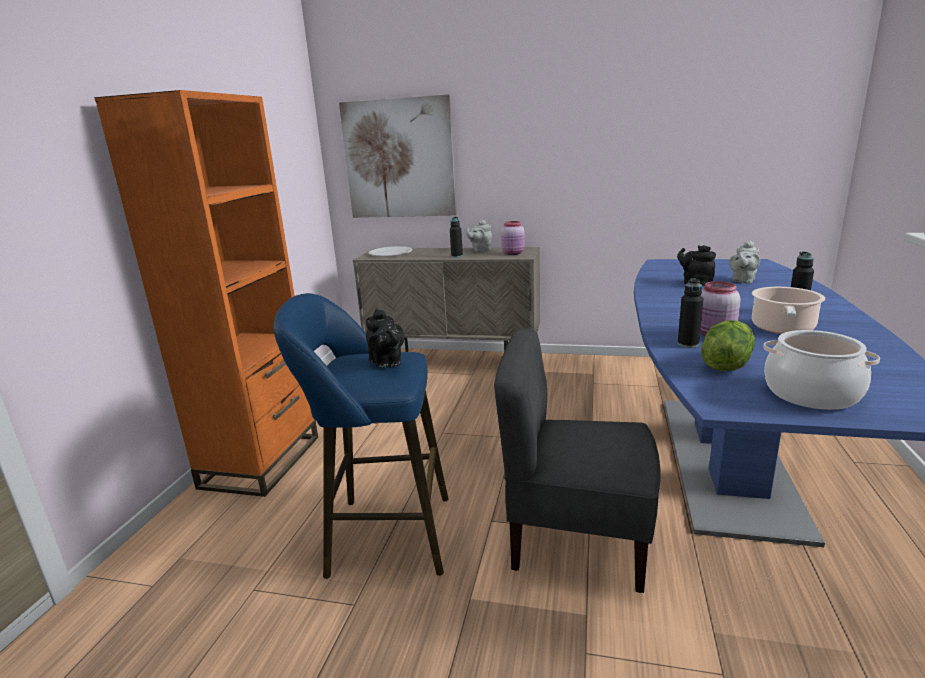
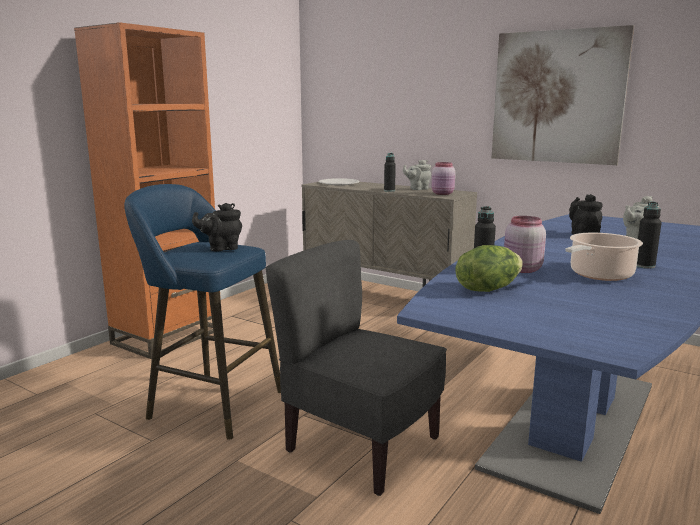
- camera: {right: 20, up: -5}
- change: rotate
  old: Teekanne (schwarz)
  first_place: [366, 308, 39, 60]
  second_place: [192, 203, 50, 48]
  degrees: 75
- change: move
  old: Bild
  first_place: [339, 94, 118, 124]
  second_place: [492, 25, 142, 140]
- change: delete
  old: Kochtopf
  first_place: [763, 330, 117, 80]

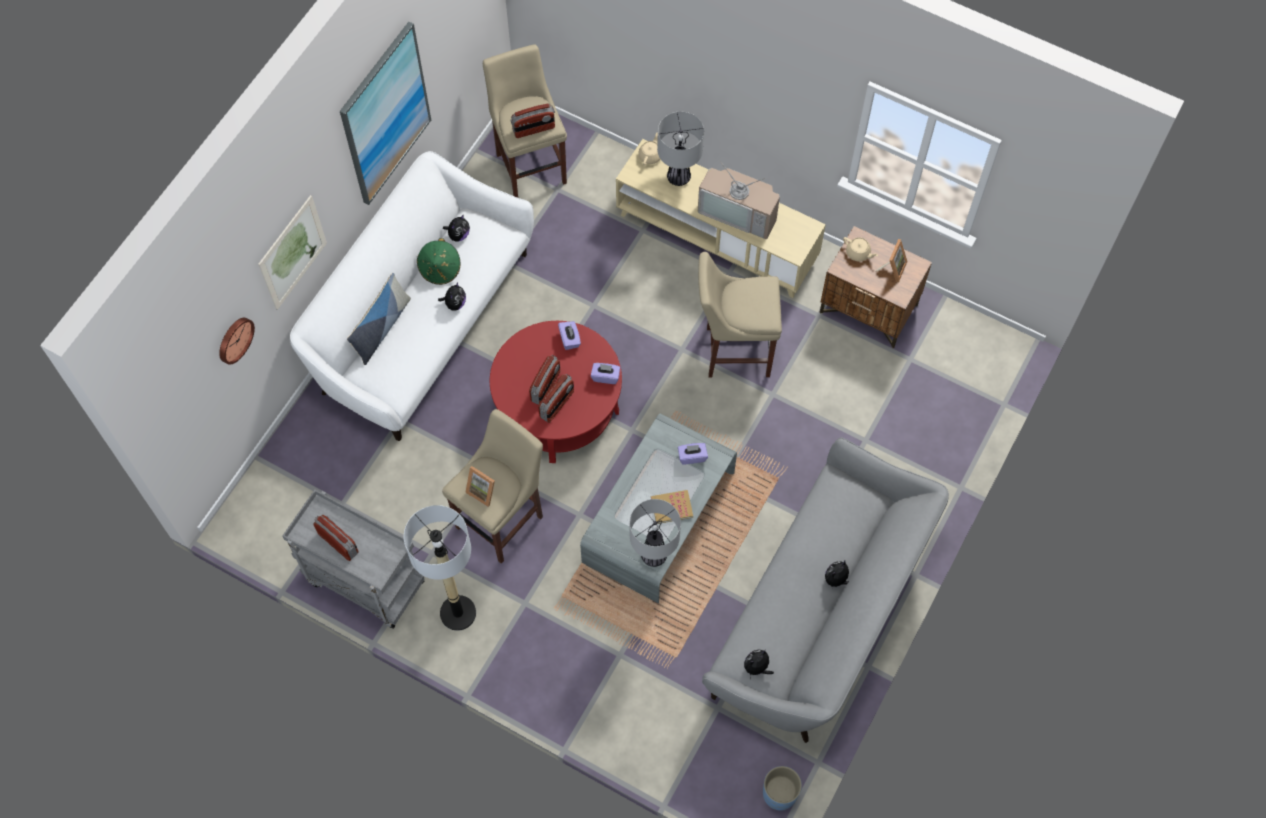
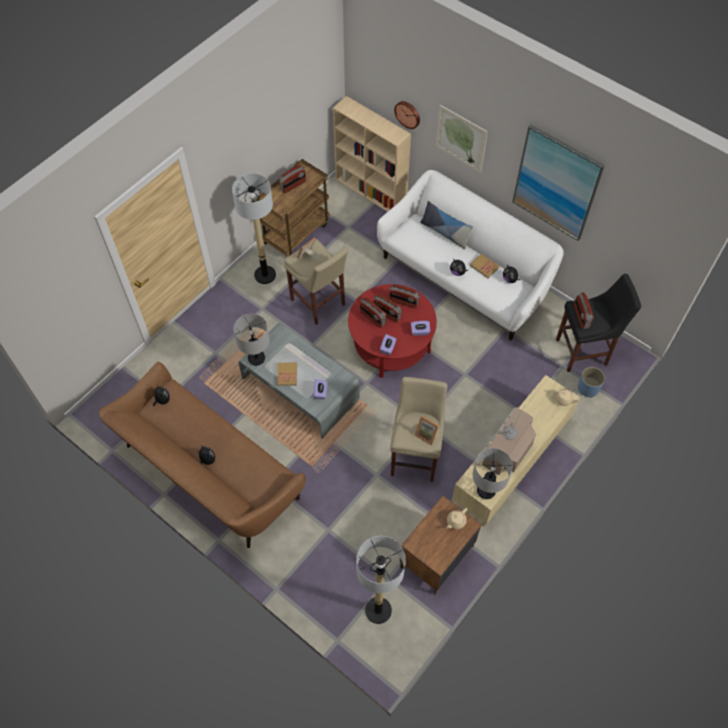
- camera: {right: 100, up: -5}
- change: recolor
  old: Sofa (grau)
  new: Sofa (braun)
  first_place: [702, 437, 247, 306]
  second_place: [99, 362, 207, 186]
- change: recolor
  old: Rollwagen (grau)
  new: Rollwagen (braun)
  first_place: [283, 490, 142, 139]
  second_place: [256, 159, 74, 98]
- change: insert
  new: Bücherregal (beige)
  second_place: [333, 96, 78, 116]
- change: insert
  new: Stehlampe
  second_place: [356, 536, 50, 88]
- change: insert
  new: Radio
  second_place: [389, 284, 31, 25]
- change: move
  old: Bilderrahmen
  first_place: [876, 239, 32, 43]
  second_place: [415, 416, 24, 30]
- change: replace
  old: Hut (grün)
  new: Buch
  first_place: [417, 238, 44, 47]
  second_place: [470, 254, 30, 24]
- change: move
  old: Tischlampe
  first_place: [657, 111, 47, 75]
  second_place: [472, 448, 41, 51]
- change: recolor
  old: Hocker (beige)
  new: Hocker (schwarz)
  first_place: [483, 44, 84, 154]
  second_place: [556, 274, 85, 98]
- change: move
  old: Pflanzkübel (blau)
  first_place: [763, 766, 39, 45]
  second_place: [578, 367, 27, 31]

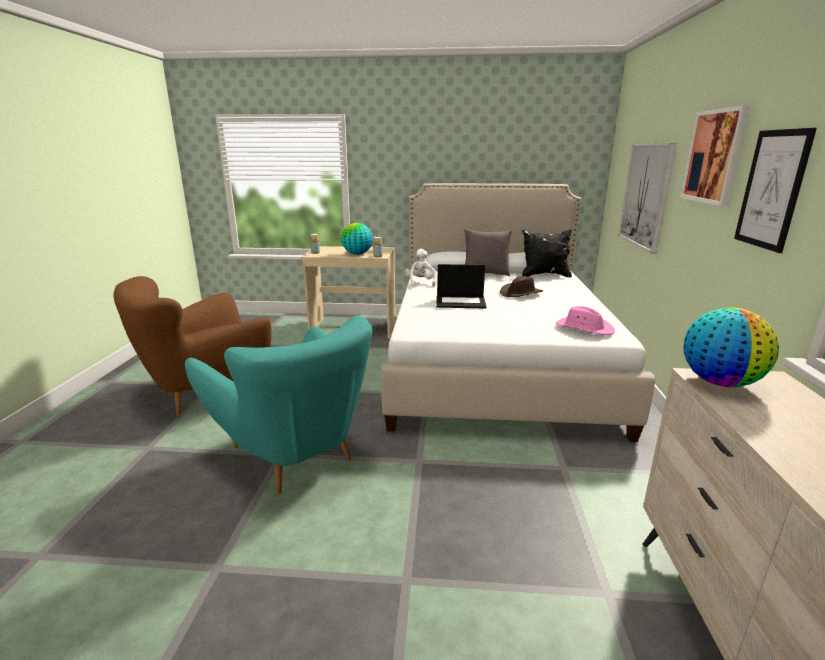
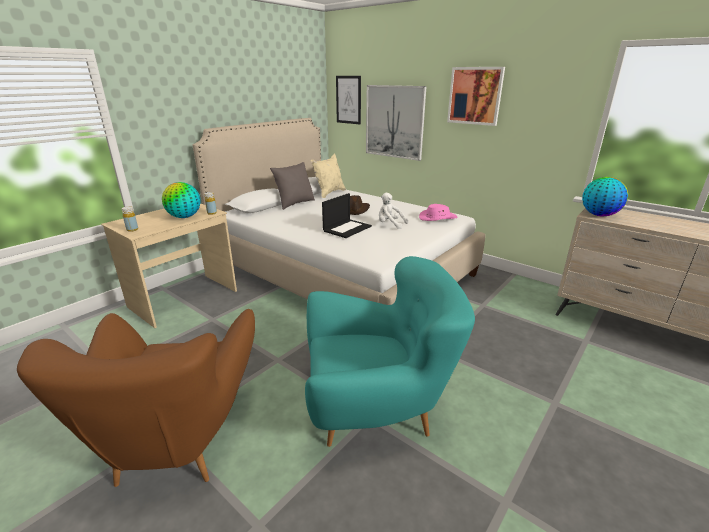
- camera: {right: -55, up: 5}
- change: recolor
  old: Kissen (schwarz)
  new: Kissen (beige)
  first_place: [522, 229, 50, 49]
  second_place: [311, 153, 35, 45]
- change: move
  old: Bild
  first_place: [734, 128, 83, 125]
  second_place: [336, 76, 25, 48]
- change: move
  old: Plüschtier (weiß)
  first_place: [405, 249, 32, 38]
  second_place: [379, 193, 30, 36]

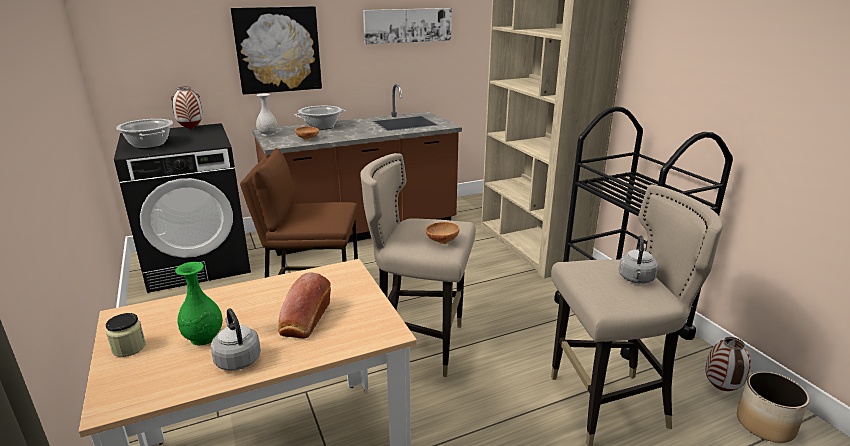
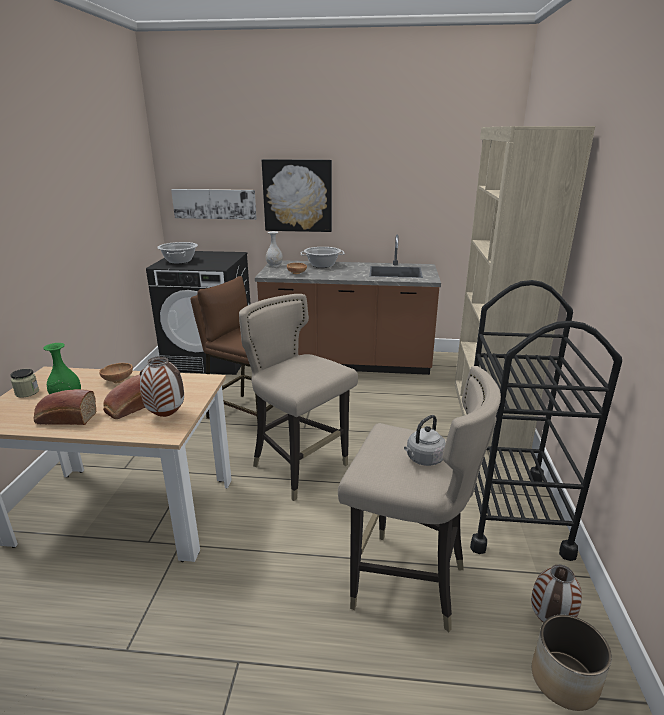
- camera: {right: 30, up: 0}
- change: replace
  old: Wasserkessel (grau)
  new: Brot
  first_place: [211, 308, 50, 63]
  second_place: [34, 389, 62, 36]
- change: move
  old: Schüssel (braun)
  first_place: [426, 222, 33, 22]
  second_place: [99, 363, 34, 20]
- change: move
  old: Vase
  first_place: [171, 87, 32, 42]
  second_place: [140, 356, 44, 61]
- change: move
  old: Bild
  first_place: [363, 8, 89, 36]
  second_place: [171, 189, 86, 31]

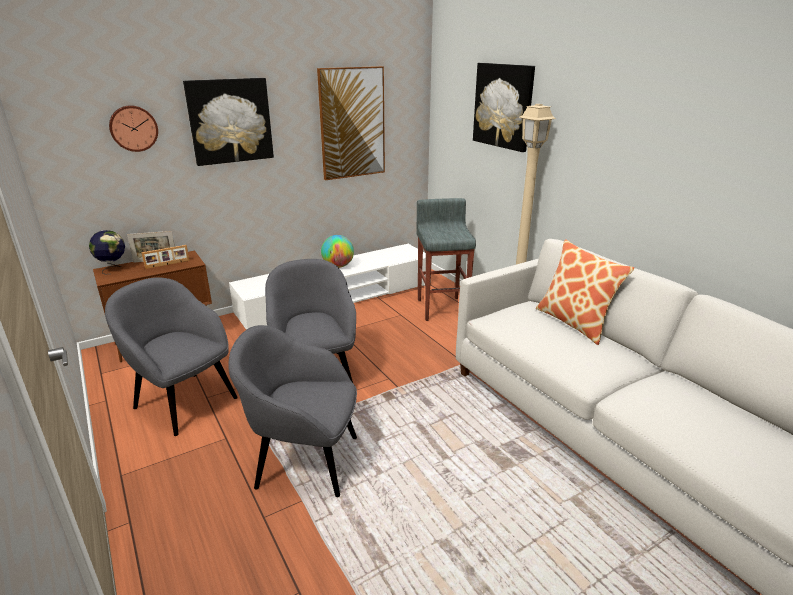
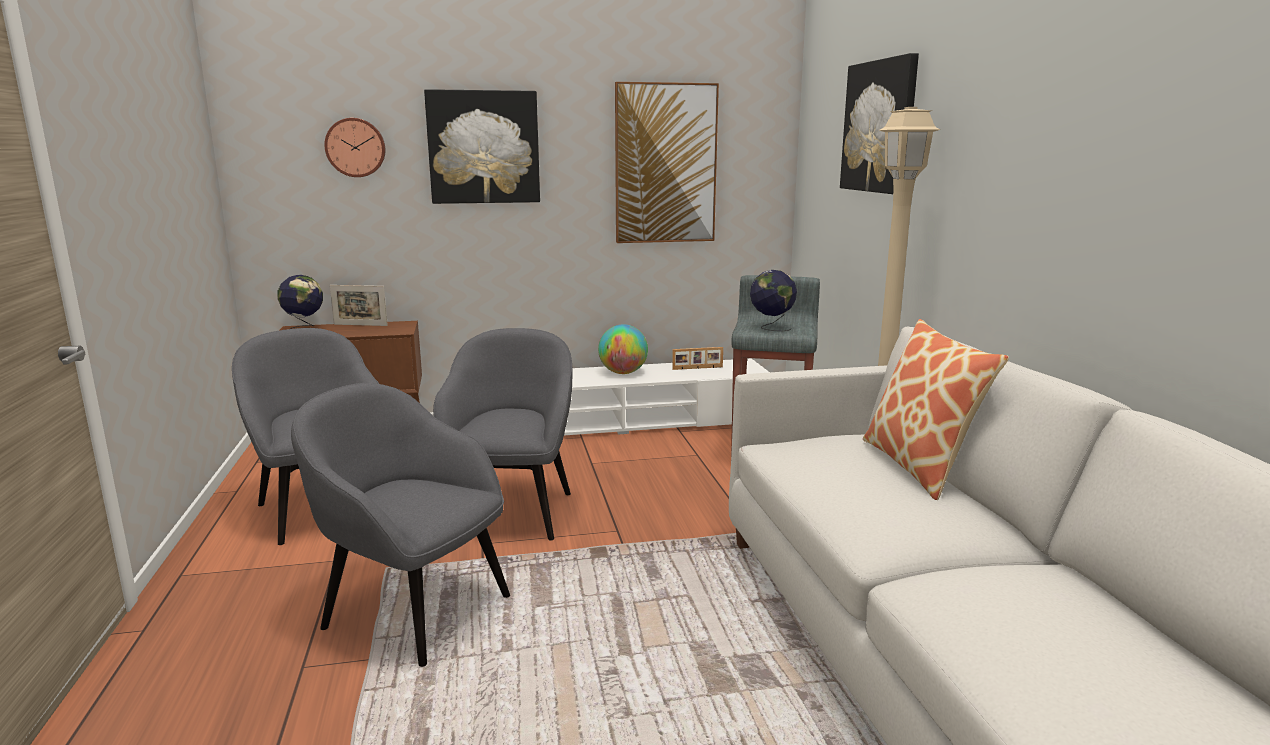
- camera: {right: 20, up: -10}
- change: move
  old: Bilderrahmen
  first_place: [141, 245, 49, 24]
  second_place: [672, 347, 51, 23]
- change: insert
  new: Globus
  second_place: [750, 270, 47, 61]

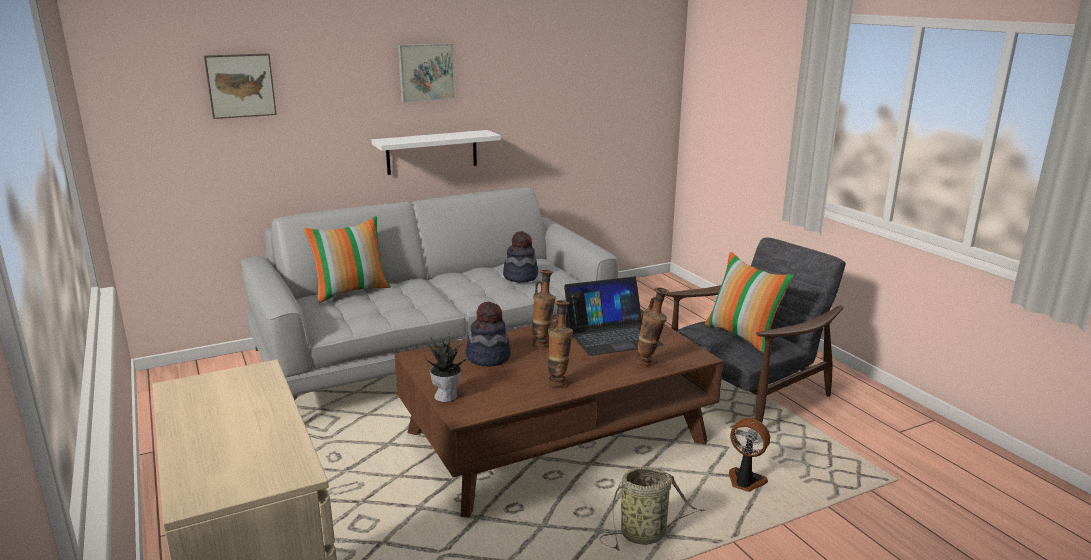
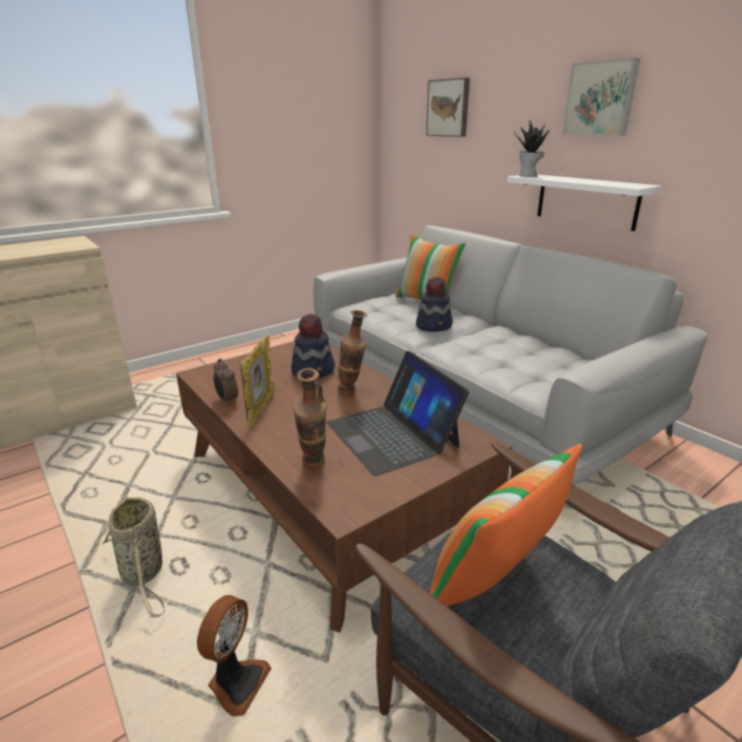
- camera: {right: 80, up: 5}
- change: insert
  new: Wecker
  second_place: [213, 358, 25, 47]
- change: replace
  old: Vase
  new: Bilderrahmen
  first_place: [548, 300, 25, 86]
  second_place: [240, 335, 34, 93]
- change: move
  old: Hut
  first_place: [503, 231, 35, 52]
  second_place: [416, 276, 37, 56]
- change: move
  old: Topfpflanze
  first_place: [425, 334, 48, 68]
  second_place: [515, 120, 34, 57]

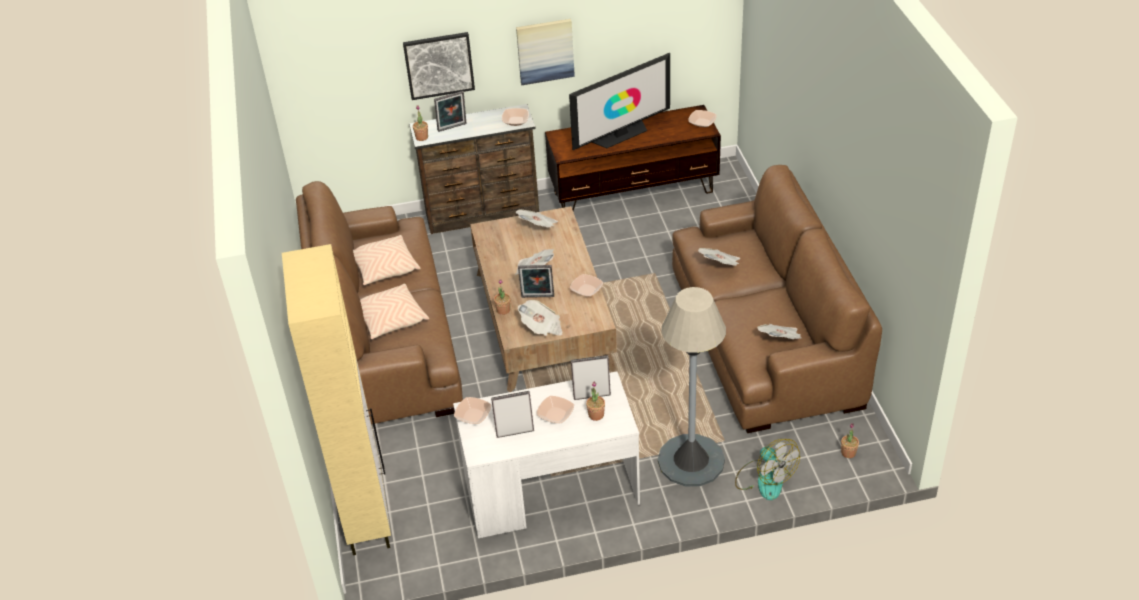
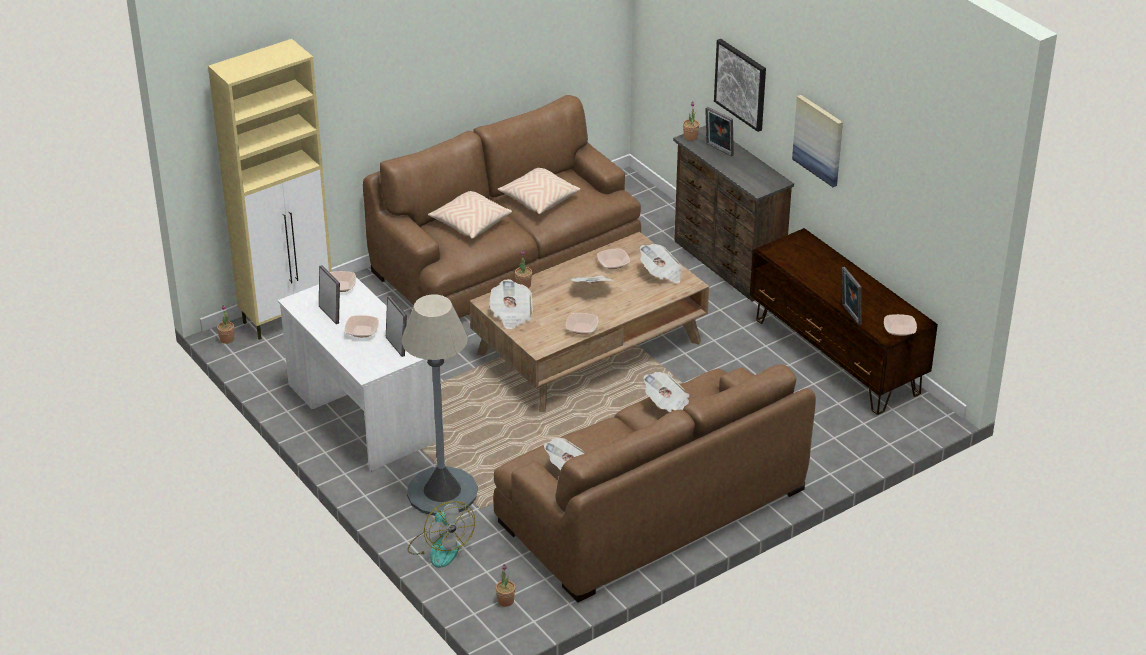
- camera: {right: 65, up: -5}
- change: move
  old: Topfpflanze
  first_place: [586, 381, 19, 40]
  second_place: [217, 305, 17, 39]
- change: rotate
  old: Ventilator
  first_place: [735, 439, 65, 61]
  second_place: [407, 501, 68, 67]
  degrees: -60
- change: move
  old: Schüssel
  first_place: [502, 108, 27, 18]
  second_place: [597, 248, 33, 21]
- change: move
  old: Bilderrahmen
  first_place: [518, 265, 36, 33]
  second_place: [842, 267, 20, 58]
- change: delete
  old: Fernseher
  first_place: [569, 53, 101, 97]

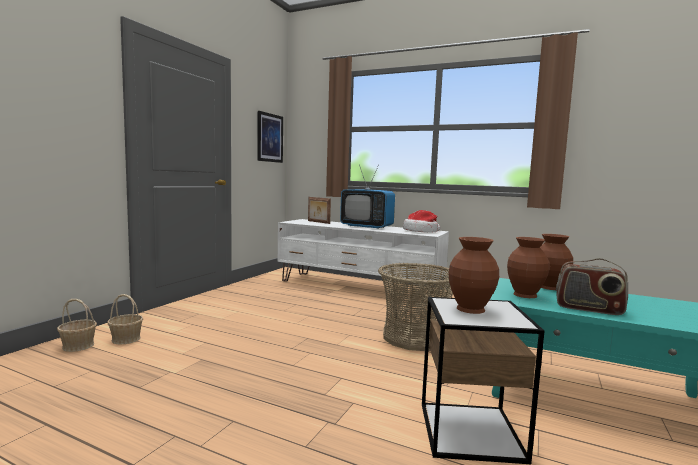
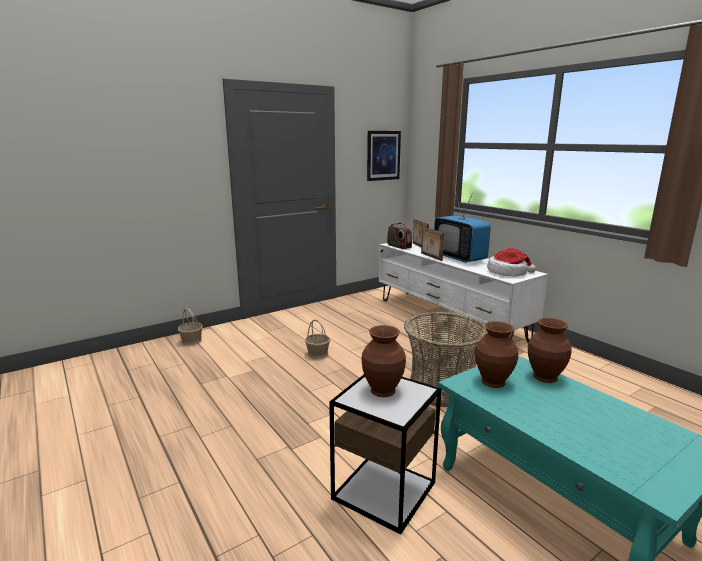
- camera: {right: 30, up: 10}
- change: move
  old: Korb
  first_place: [107, 294, 36, 51]
  second_place: [305, 319, 25, 40]
- change: move
  old: Radio
  first_place: [556, 258, 72, 57]
  second_place: [387, 223, 25, 26]
- change: insert
  new: Bilderrahmen
  second_place: [421, 227, 23, 34]

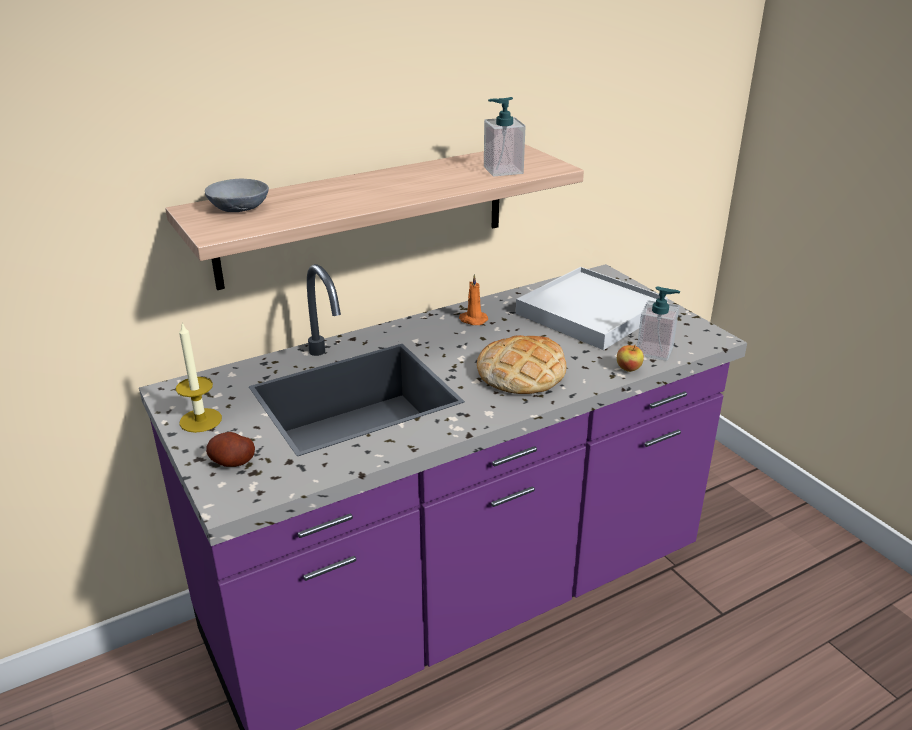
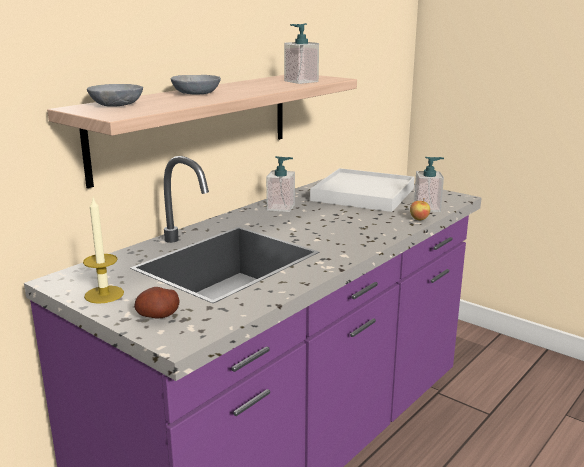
- camera: {right: -20, up: -10}
- change: insert
  new: Schüssel (grau)
  second_place: [171, 75, 50, 19]
- change: replace
  old: Kerze (orange)
  new: Seifenspender
  first_place: [459, 274, 29, 51]
  second_place: [266, 156, 29, 56]
- change: delete
  old: Brot
  first_place: [477, 335, 90, 59]

